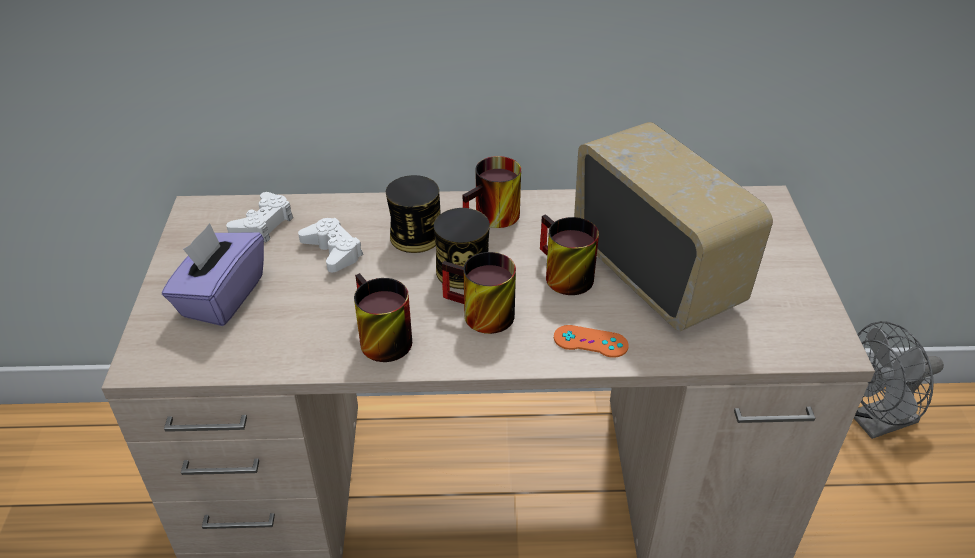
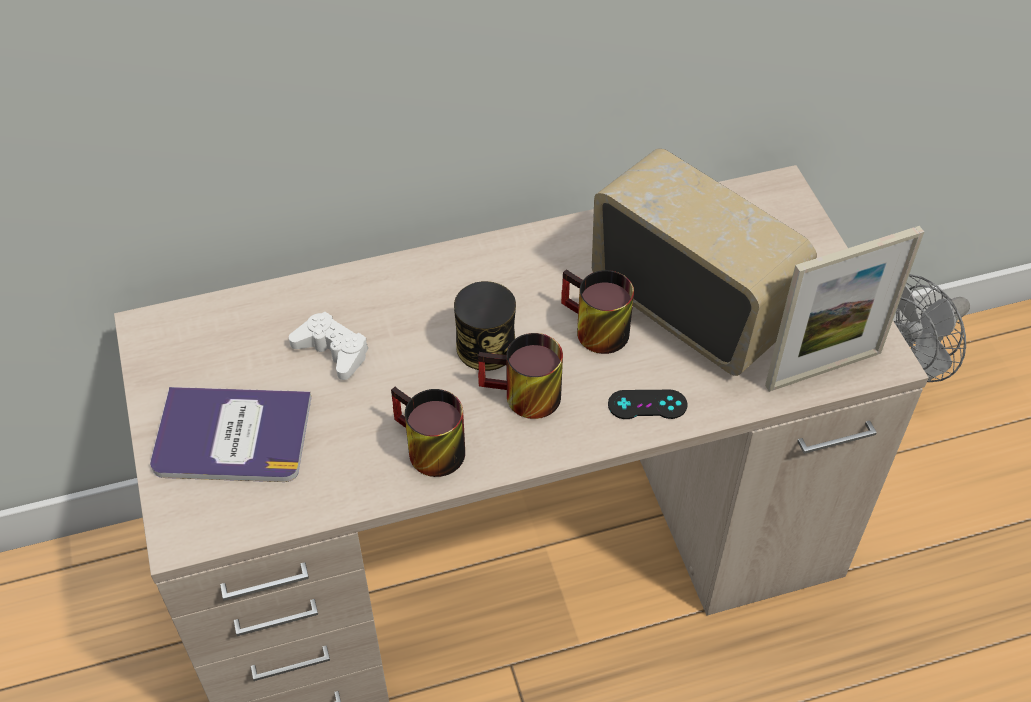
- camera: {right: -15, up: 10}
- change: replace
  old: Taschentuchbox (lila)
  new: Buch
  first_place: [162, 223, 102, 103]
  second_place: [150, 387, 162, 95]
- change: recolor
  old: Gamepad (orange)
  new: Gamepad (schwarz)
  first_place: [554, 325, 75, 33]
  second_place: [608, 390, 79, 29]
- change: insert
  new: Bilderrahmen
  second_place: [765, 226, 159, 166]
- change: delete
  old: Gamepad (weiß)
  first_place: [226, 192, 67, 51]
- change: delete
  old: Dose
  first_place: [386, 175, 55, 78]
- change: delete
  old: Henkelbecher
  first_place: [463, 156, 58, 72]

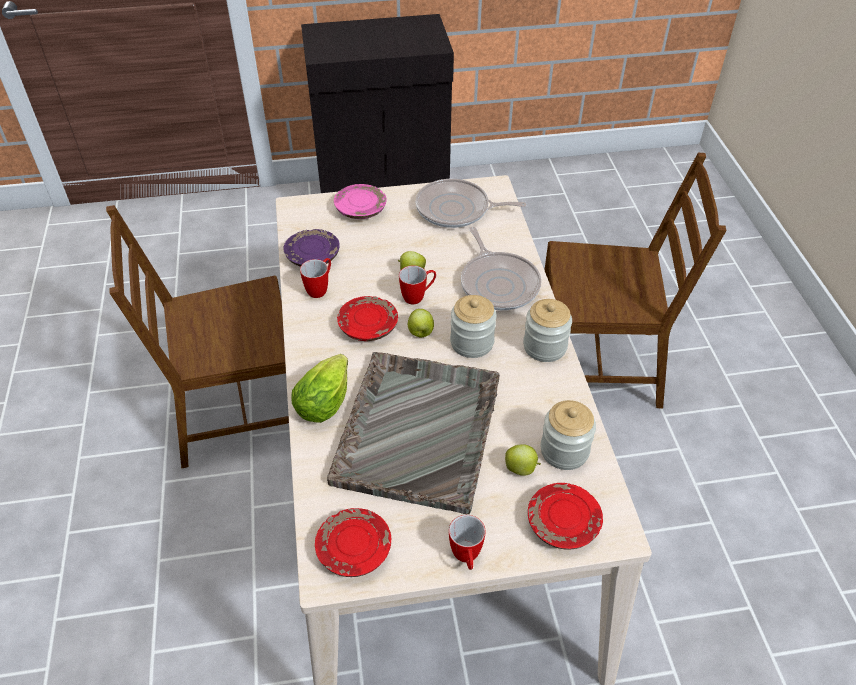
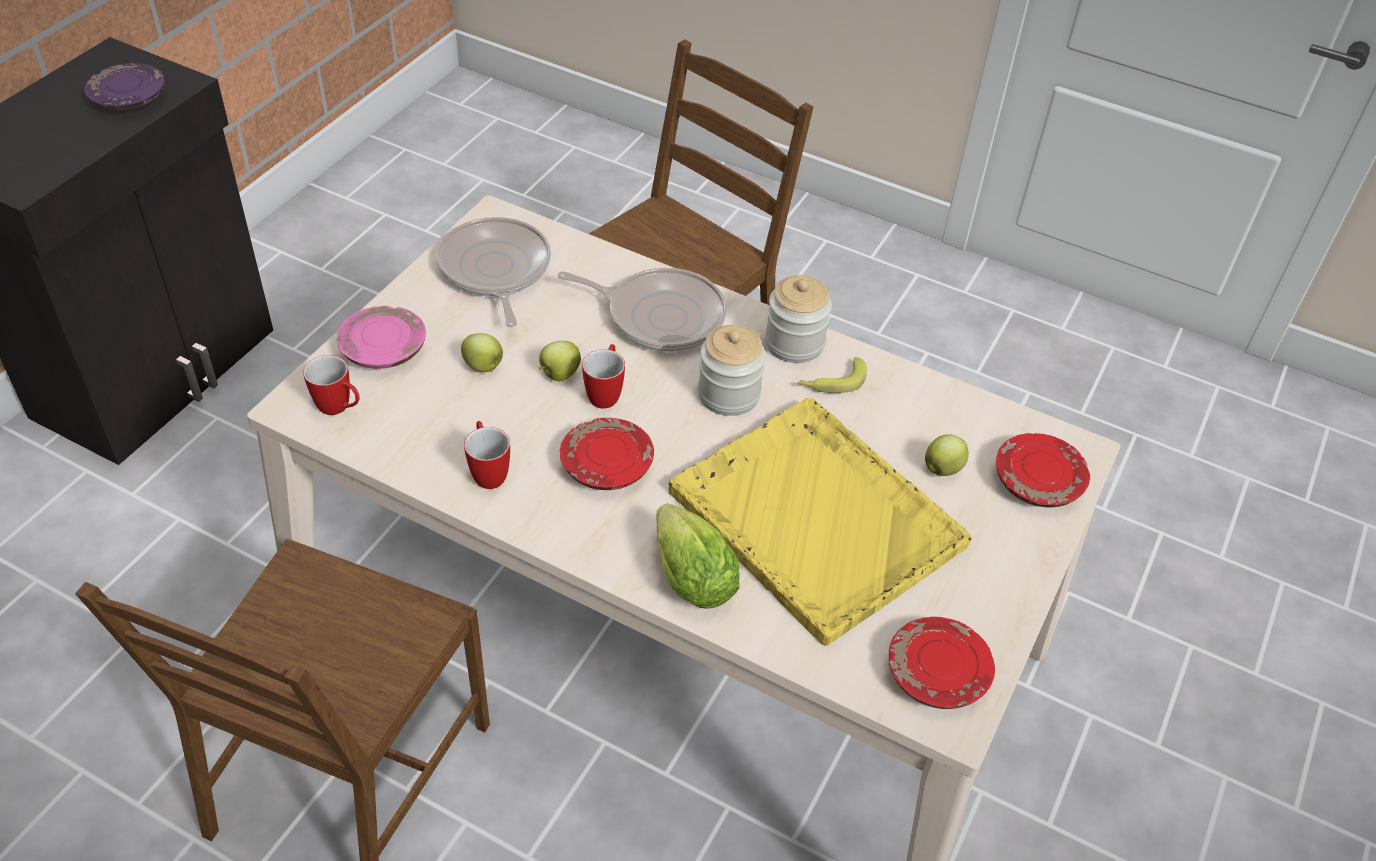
- camera: {right: -55, up: 0}
- change: move
  old: Teller (lila)
  first_place: [283, 229, 57, 38]
  second_place: [84, 63, 81, 47]
- change: move
  old: Henkelbecher
  first_place: [449, 515, 37, 55]
  second_place: [303, 355, 57, 60]
- change: rotate
  old: Pfanne
  first_place: [416, 179, 111, 49]
  second_place: [437, 217, 114, 110]
  degrees: 120
- change: move
  old: Apfel
  first_place: [408, 309, 26, 28]
  second_place: [461, 333, 42, 39]
- change: recolor
  old: Tablett (grau)
  new: Tablett (gelb)
  first_place: [327, 352, 173, 162]
  second_place: [668, 398, 304, 248]
- change: insert
  new: Banane
  second_place: [798, 357, 69, 36]
- change: delete
  old: Vorratsglas
  first_place: [540, 400, 56, 70]

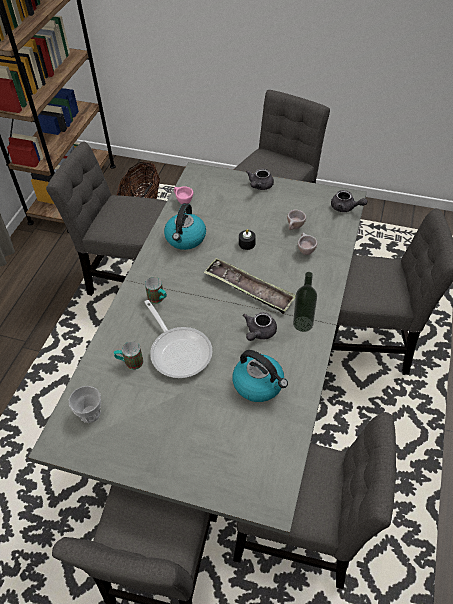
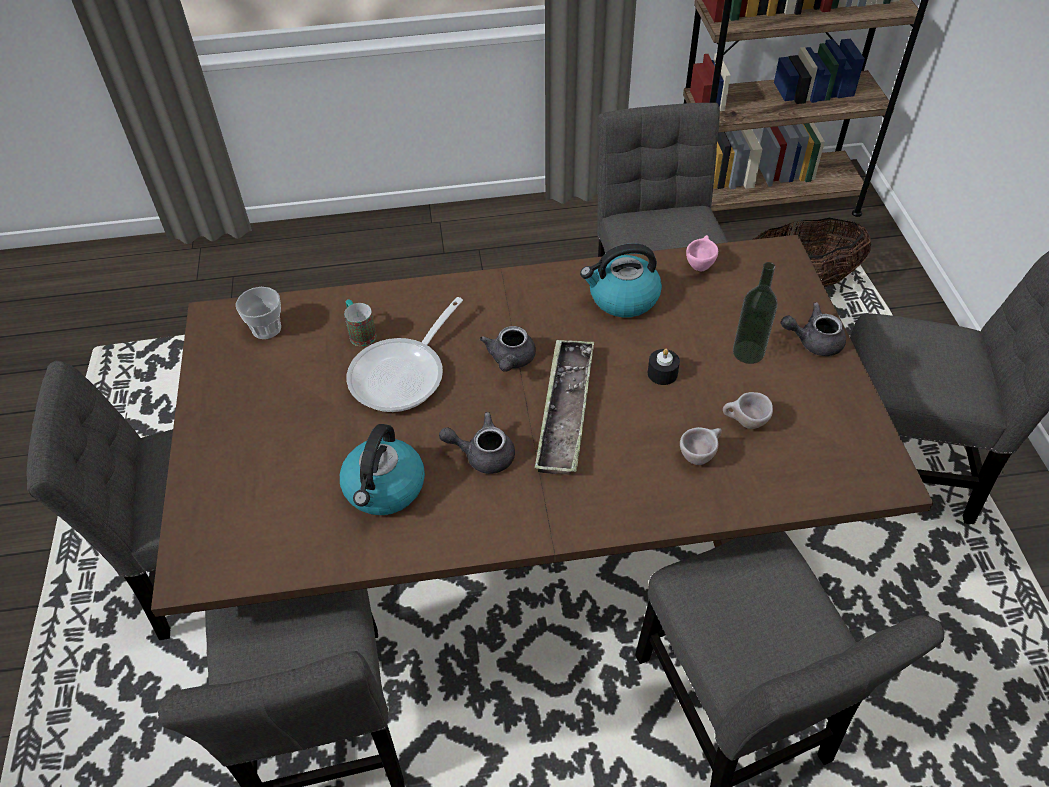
- camera: {right: 65, up: 0}
- change: recolor
  old: Esstisch (grau)
  new: Esstisch (braun)
  first_place: [28, 162, 339, 374]
  second_place: [151, 235, 782, 382]
- change: move
  old: Teekanne (grau)
  first_place: [331, 190, 37, 22]
  second_place: [480, 326, 56, 46]
- change: move
  old: Flasche
  first_place: [293, 272, 24, 60]
  second_place: [733, 262, 45, 102]
- change: delete
  old: Henkelbecher
  first_place: [145, 277, 22, 27]

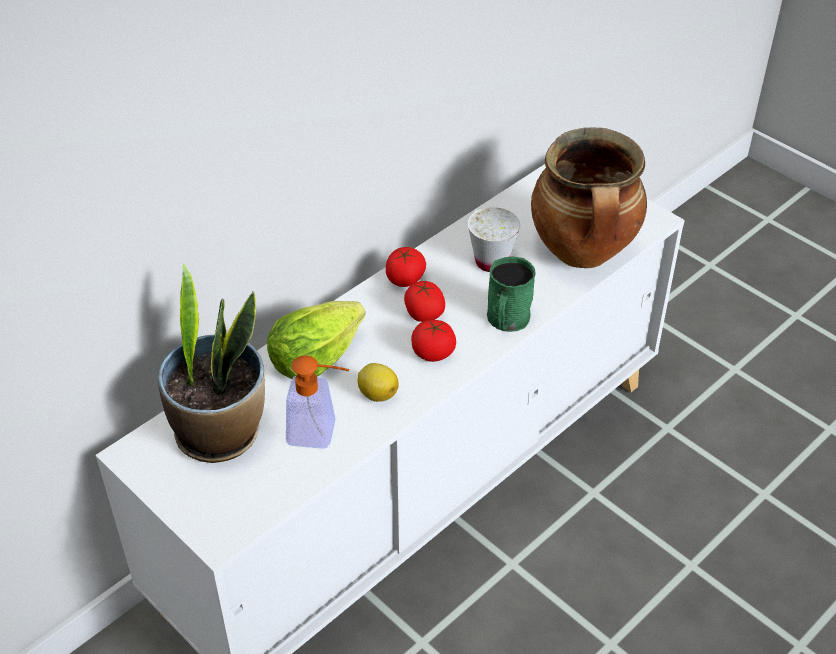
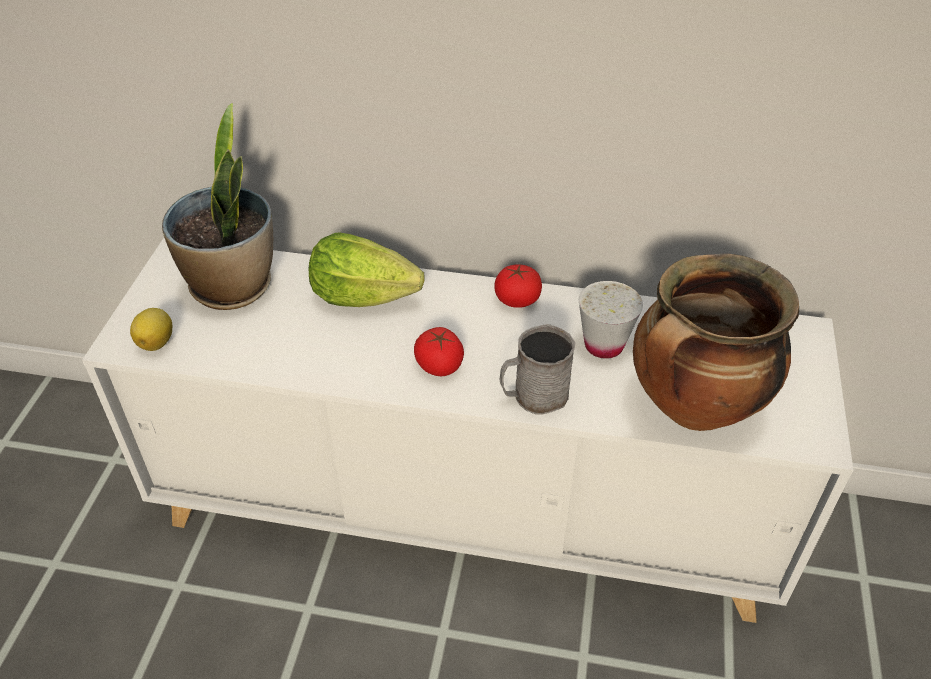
- camera: {right: 55, up: 0}
- change: move
  old: Zitrone
  first_place: [358, 363, 41, 39]
  second_place: [130, 308, 42, 43]
- change: recolor
  old: Henkelbecher (grün)
  new: Henkelbecher (grau)
  first_place: [487, 256, 49, 76]
  second_place: [500, 324, 75, 91]
- change: delete
  old: Seifenspender
  first_place: [286, 355, 63, 94]
- change: delete
  old: Tomate
  first_place: [404, 281, 41, 41]

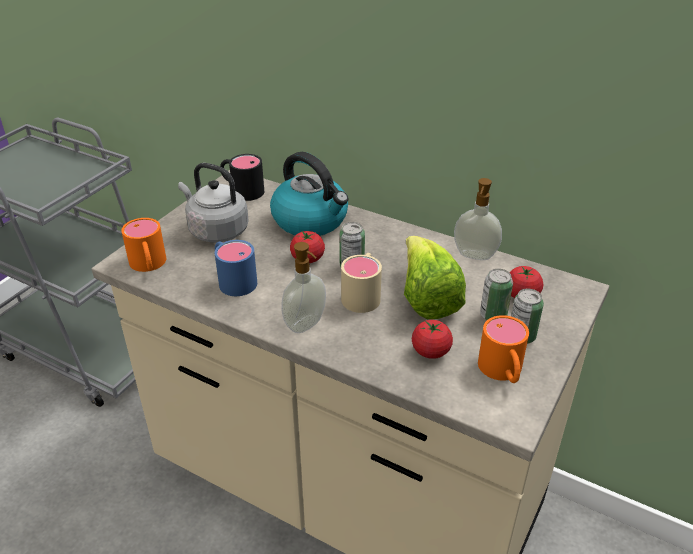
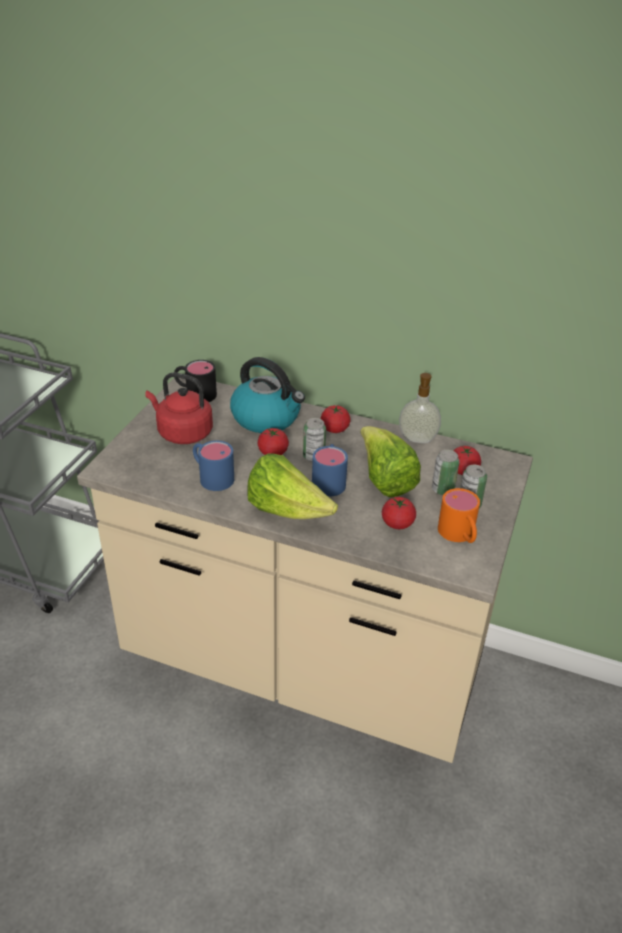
- camera: {right: -10, up: 0}
- change: recolor
  old: Wasserkessel (grau)
  new: Wasserkessel (rot)
  first_place: [178, 163, 71, 80]
  second_place: [145, 372, 68, 72]
- change: replace
  old: Seifenspender
  new: Salatkopf
  first_place: [282, 242, 44, 91]
  second_place: [247, 453, 91, 66]
- change: recolor
  old: Henkelbecher (beige)
  new: Henkelbecher (blau)
  first_place: [341, 253, 41, 60]
  second_place: [312, 444, 36, 53]
- change: insert
  new: Tomate
  second_place: [321, 405, 29, 28]
- change: delete
  old: Henkelbecher (orange)
  first_place: [121, 218, 45, 54]

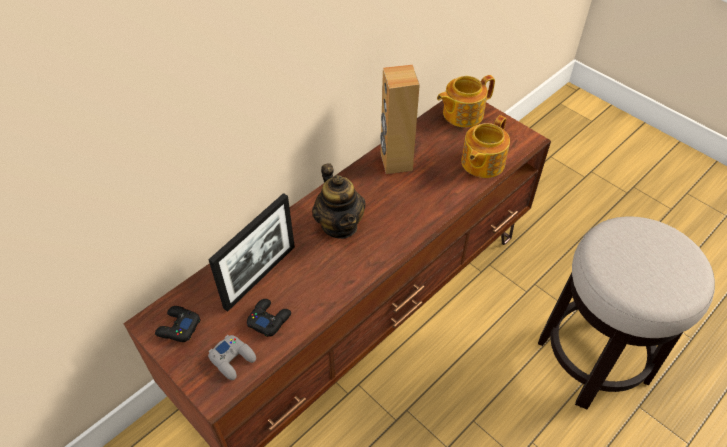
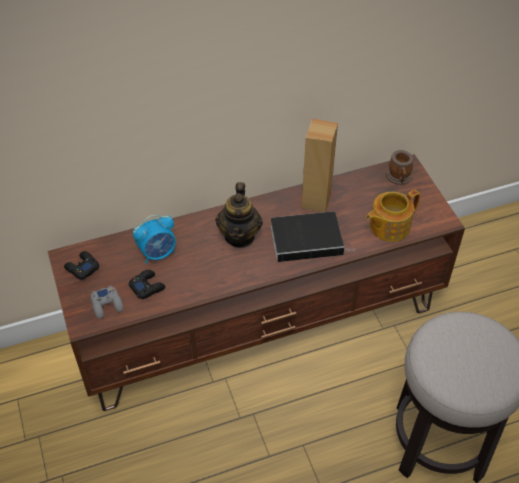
- camera: {right: 25, up: 0}
- change: replace
  old: Bilderrahmen
  new: Wecker
  first_place: [208, 193, 87, 119]
  second_place: [133, 215, 43, 49]
- change: insert
  new: Buch
  second_place: [271, 211, 84, 51]
- change: replace
  old: Teekanne
  new: Henkelbecher
  first_place: [437, 75, 58, 52]
  second_place: [386, 150, 27, 35]

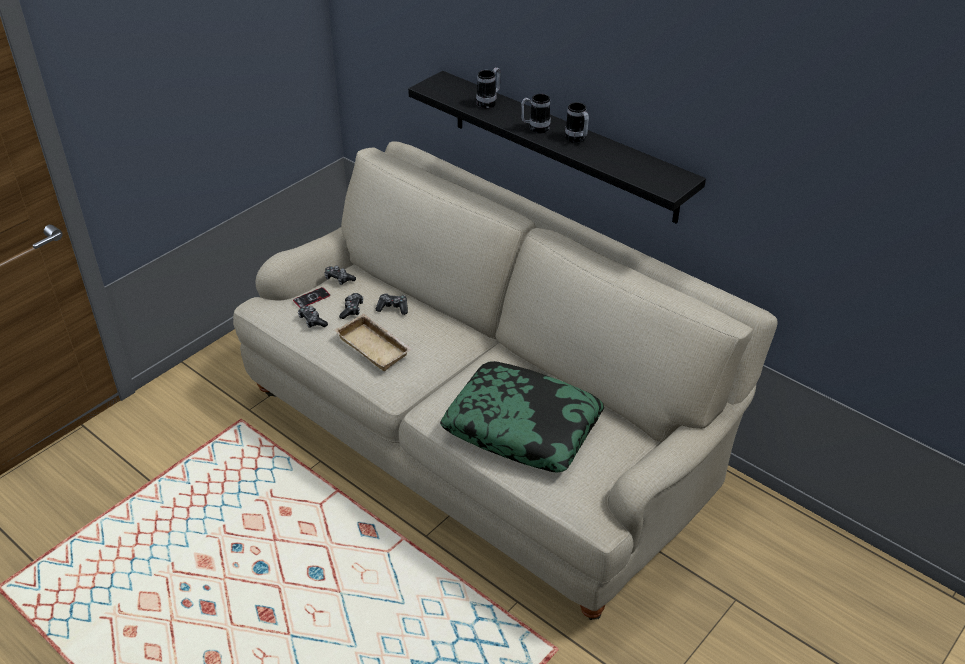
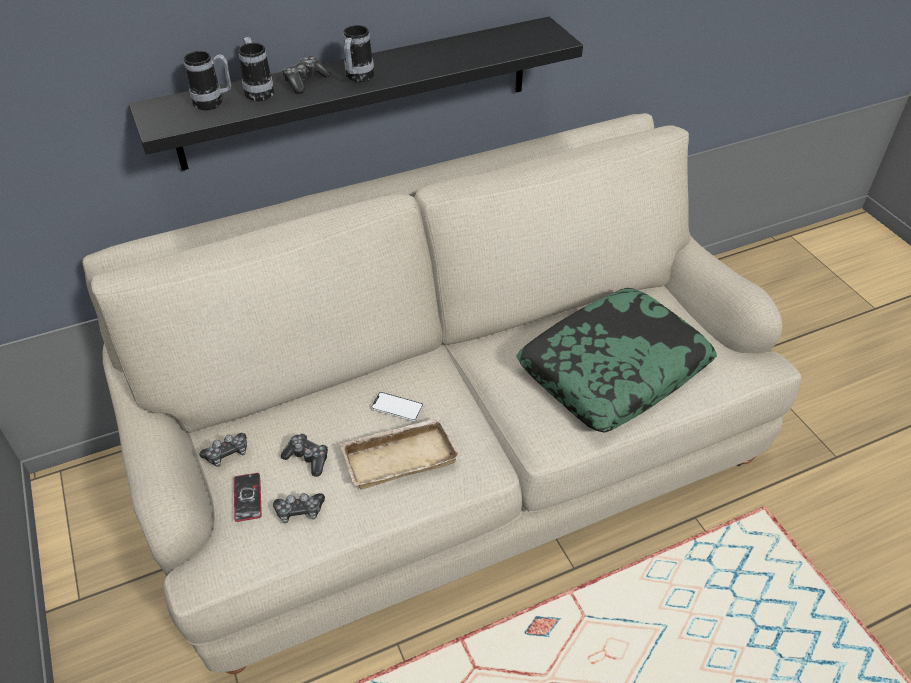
- camera: {right: -65, up: 5}
- change: move
  old: Henkelbecher
  first_place: [565, 102, 24, 41]
  second_place: [184, 51, 47, 59]
- change: move
  old: Gamepad
  first_place: [376, 293, 32, 22]
  second_place: [282, 56, 49, 38]
- change: insert
  new: Handy
  second_place: [371, 392, 53, 30]

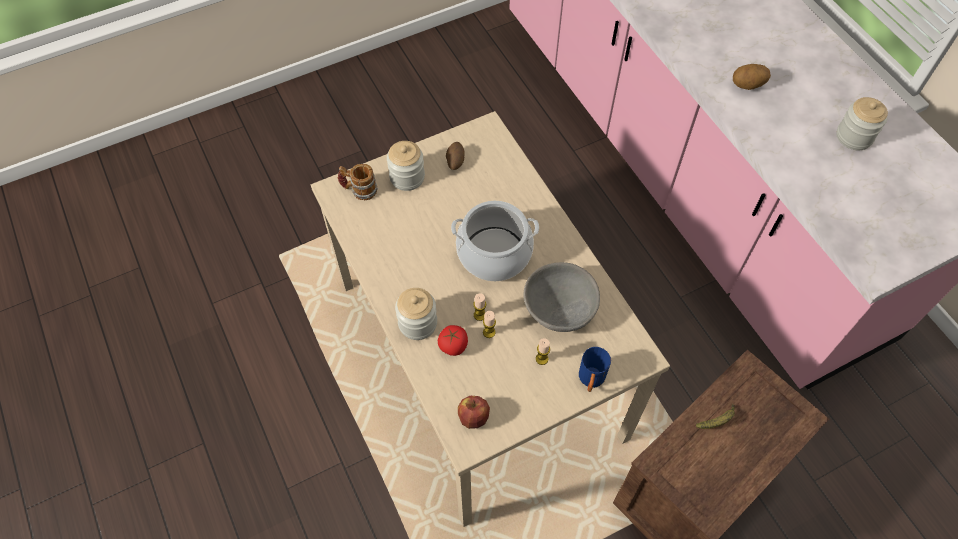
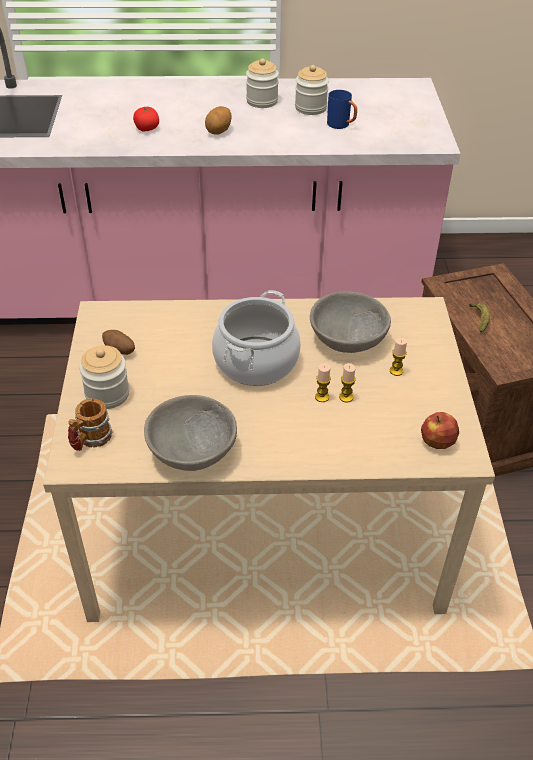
- camera: {right: -65, up: -15}
- change: move
  old: Tomate
  first_place: [438, 325, 30, 31]
  second_place: [133, 107, 26, 24]
- change: insert
  new: Schüssel (grau)
  second_place: [144, 395, 93, 76]
- change: move
  old: Vorratsglas
  first_place: [395, 288, 42, 52]
  second_place: [246, 58, 33, 50]
- change: move
  old: Henkelbecher (blau)
  first_place: [579, 347, 32, 45]
  second_place: [327, 90, 30, 39]

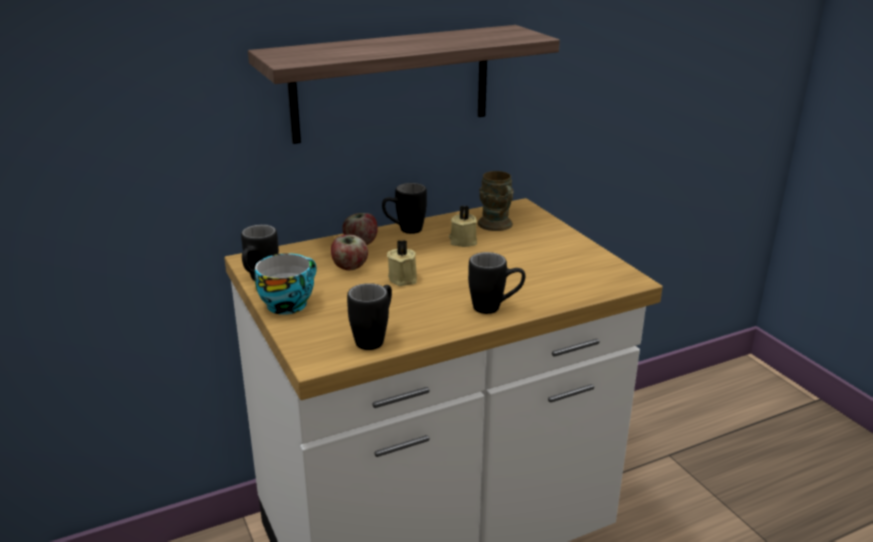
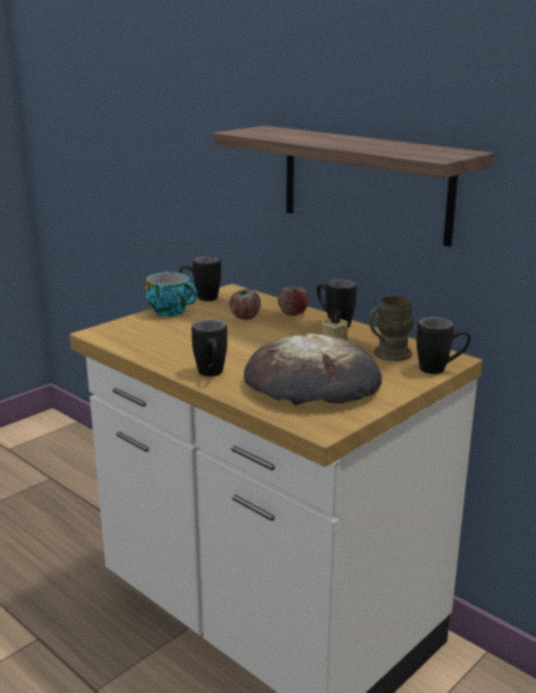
- camera: {right: 70, up: -5}
- change: insert
  new: Brot
  second_place: [244, 333, 138, 72]
- change: move
  old: Henkelbecher (schwarz)
  first_place: [347, 283, 45, 67]
  second_place: [417, 317, 54, 57]
- change: delete
  old: Kerze (beige)
  first_place: [387, 240, 30, 46]

